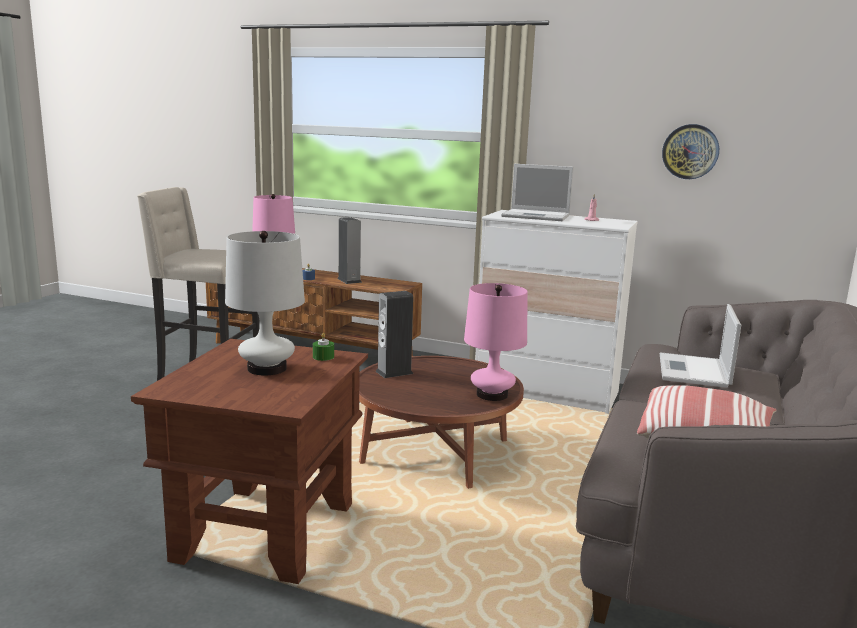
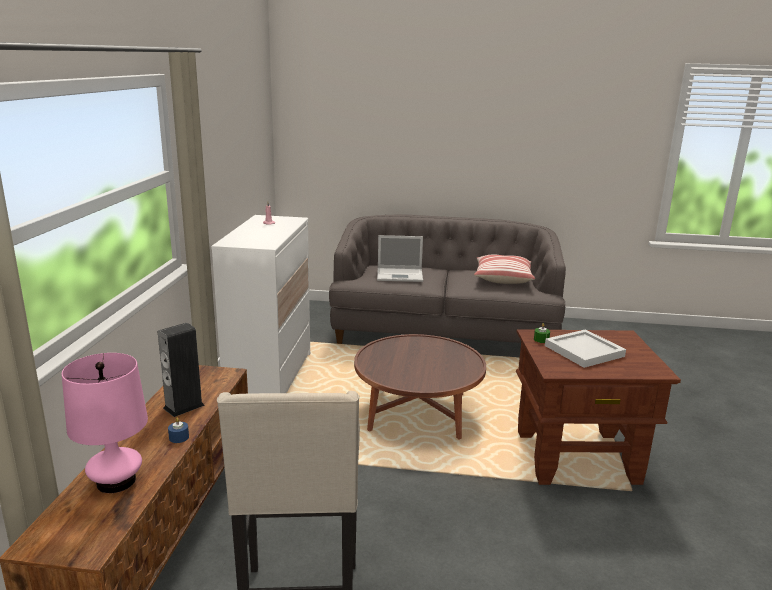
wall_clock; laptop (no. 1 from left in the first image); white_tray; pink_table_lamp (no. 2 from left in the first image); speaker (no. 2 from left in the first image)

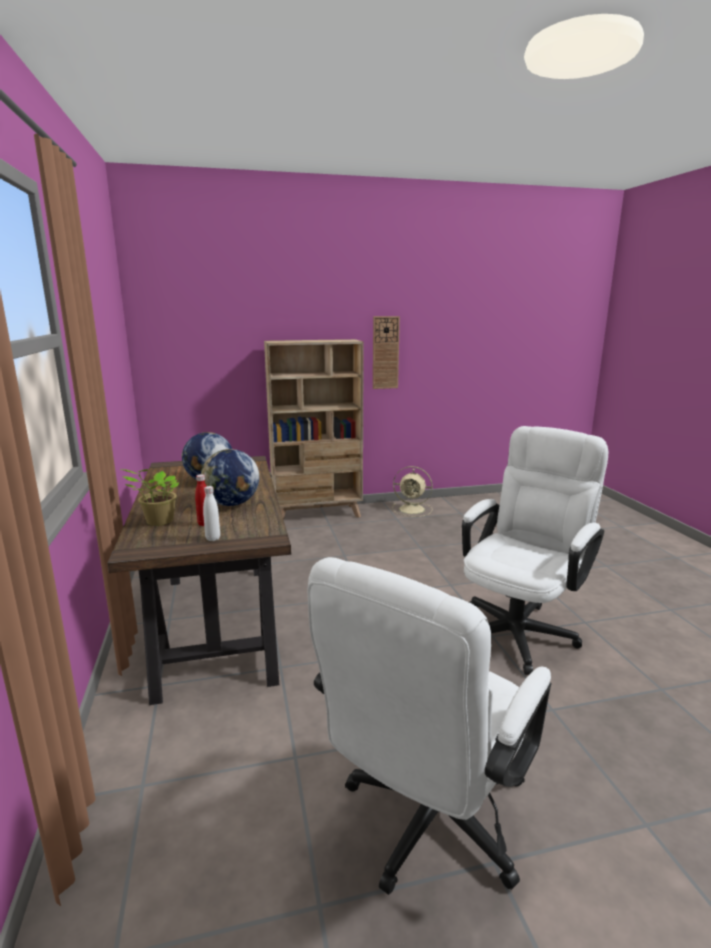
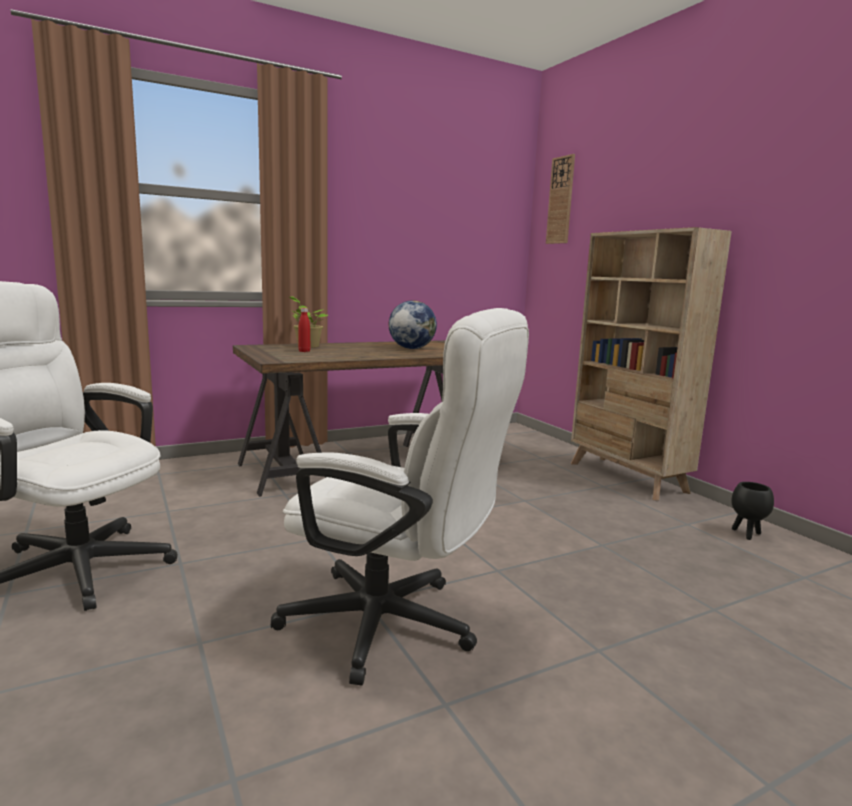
wall_clock; globe (no. 2 from left in the first image); black_planter; white_bottle

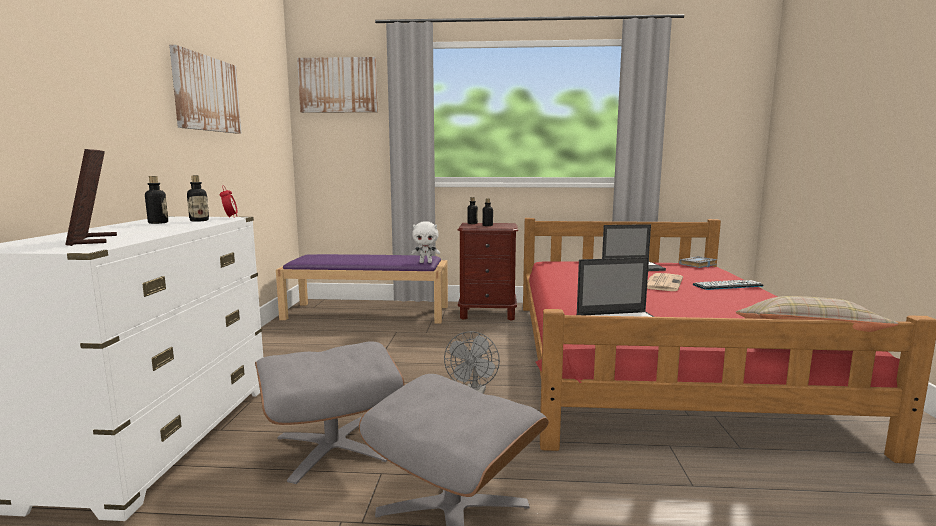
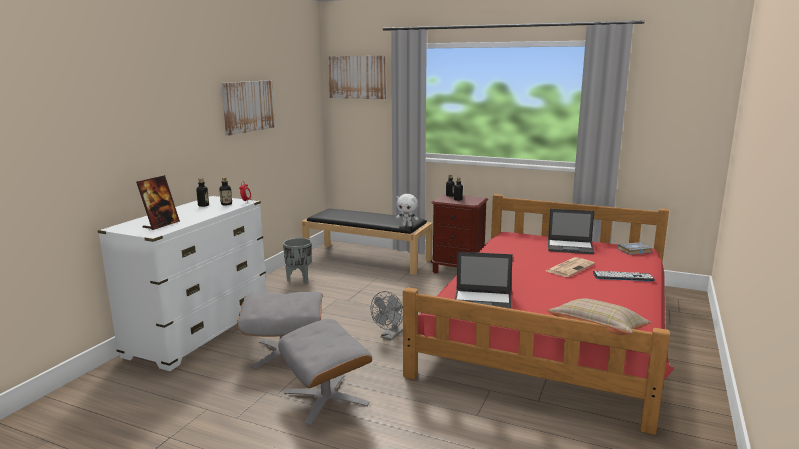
picture_frame; black_bench; grey_planter

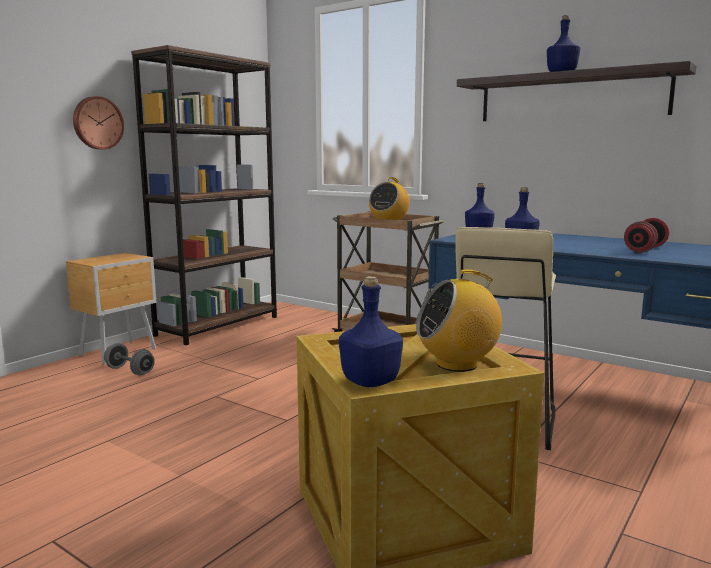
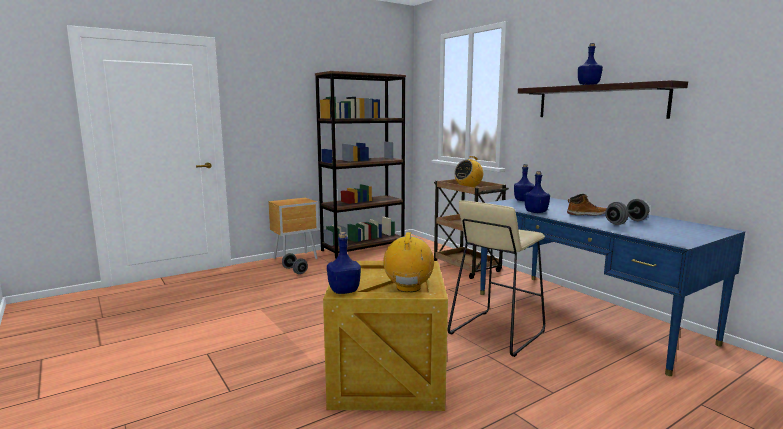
wall_clock; grey_dumbbell (no. 2 from left); radio (no. 1 from left); boot

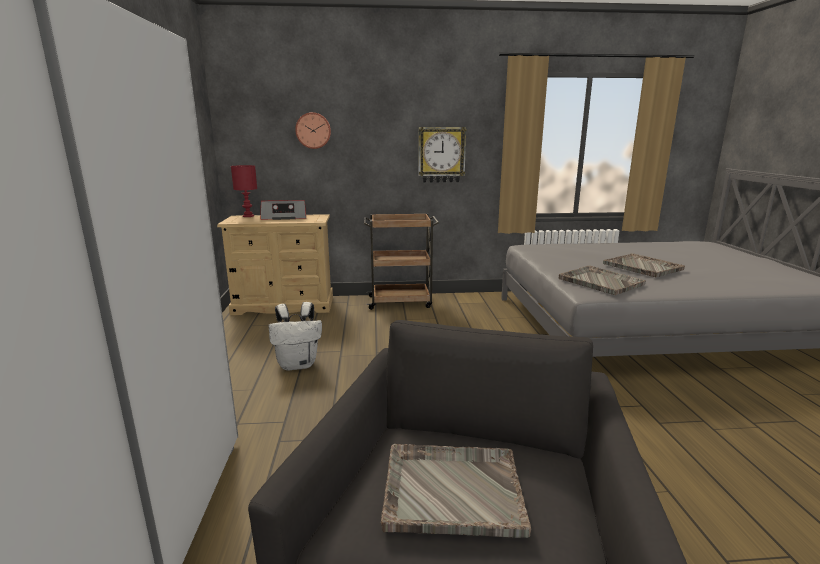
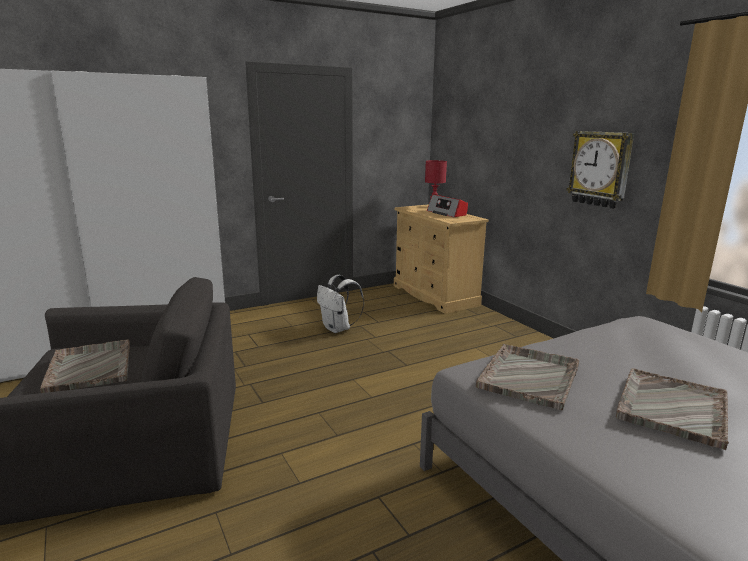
wall_clock (no. 1 from left in the first image); brown_cart

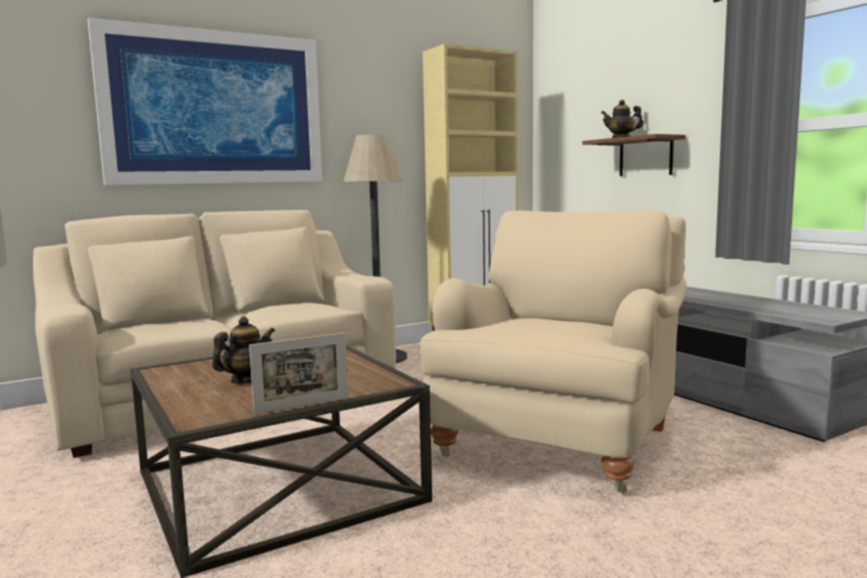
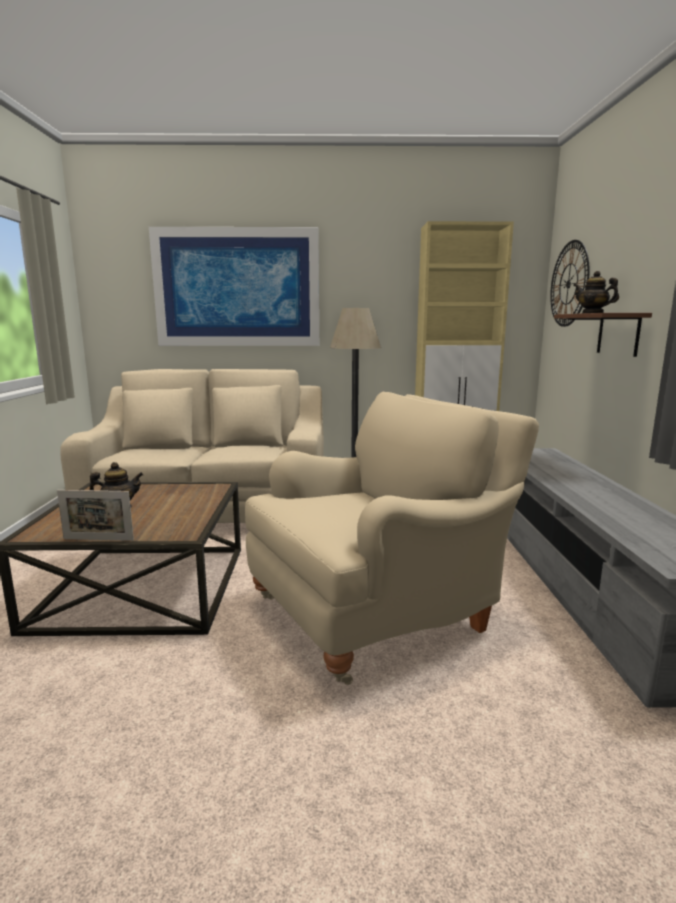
wall_clock

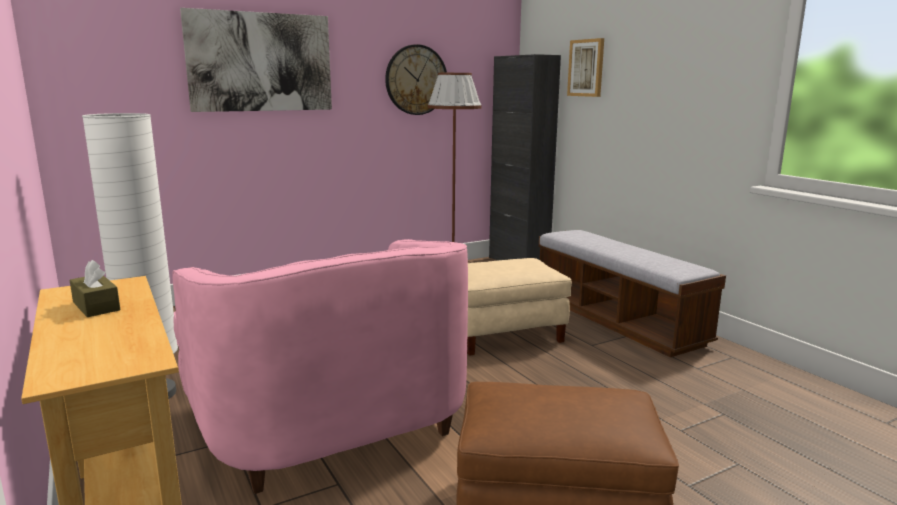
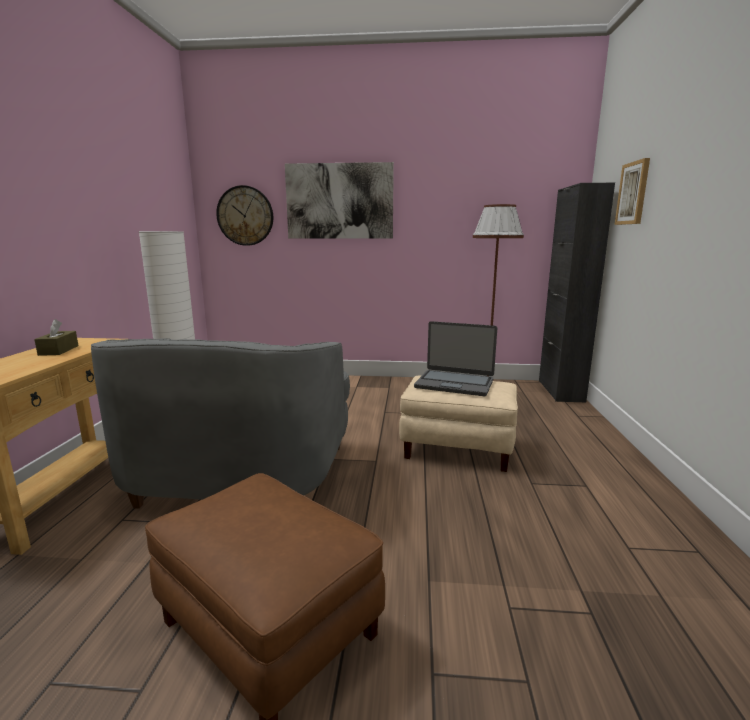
wall_clock; bench; grey_armchair; laptop

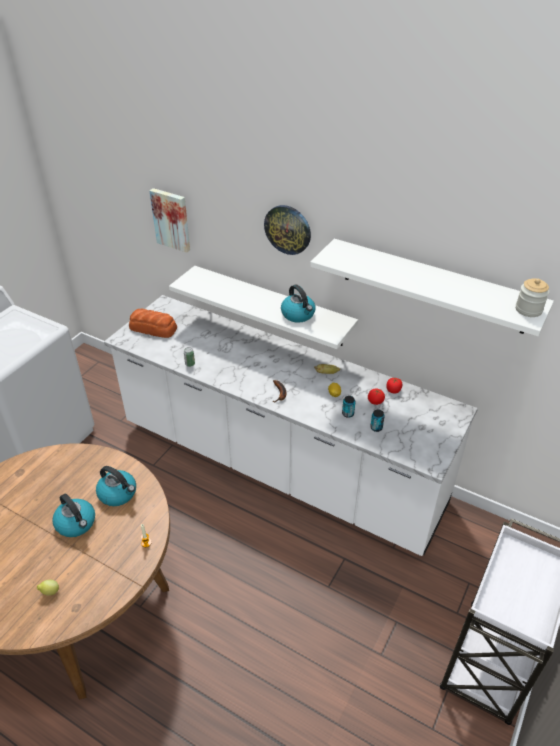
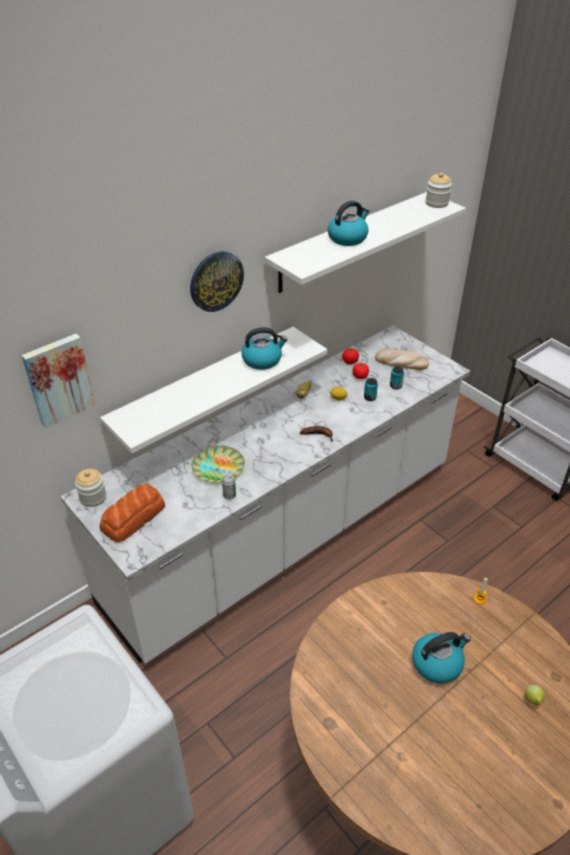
kettle (no. 2 from left); bread (no. 2 from left); plate; jar (no. 1 from left)

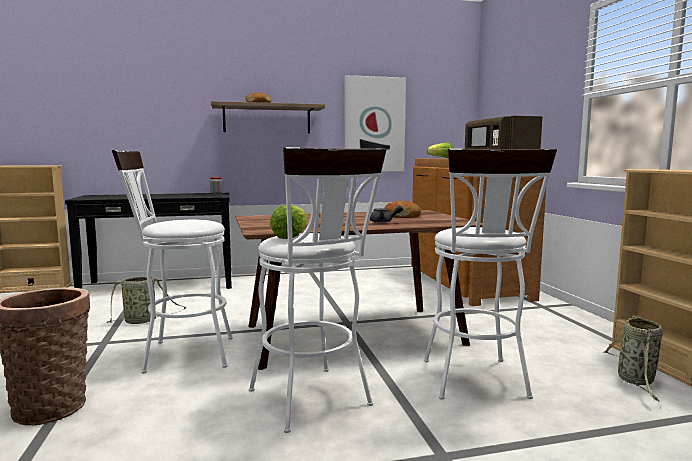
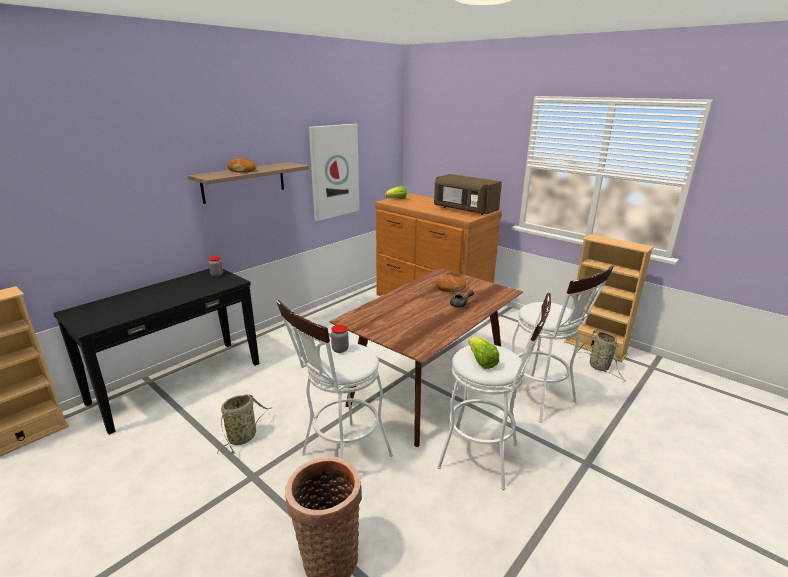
jar (no. 2 from left)

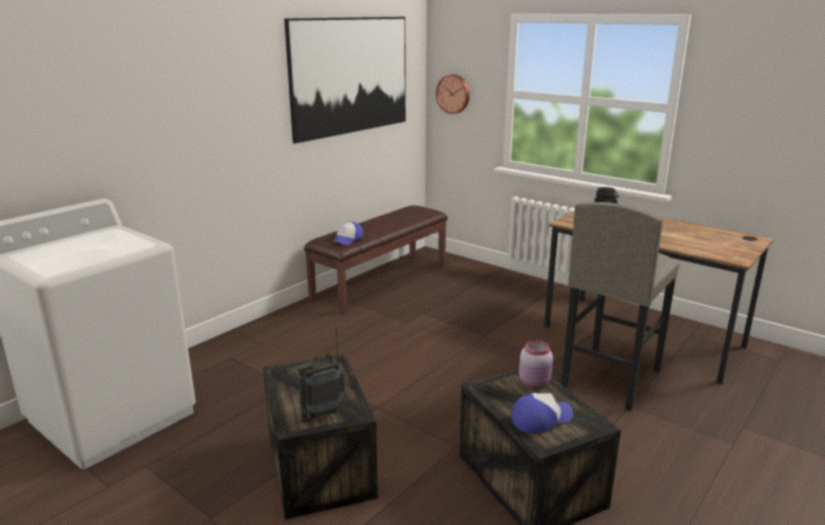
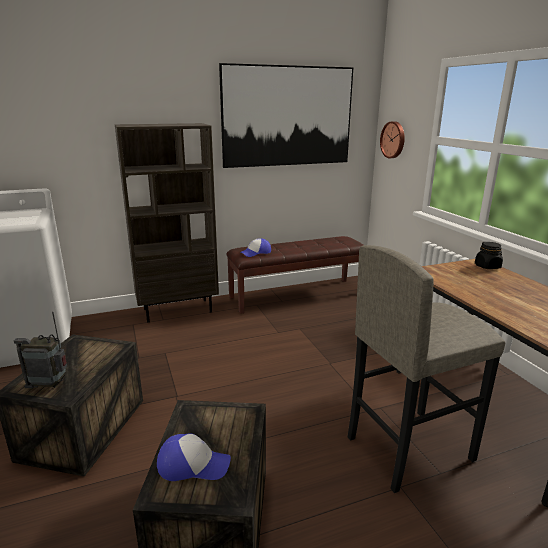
pink_jar; brown_bookcase

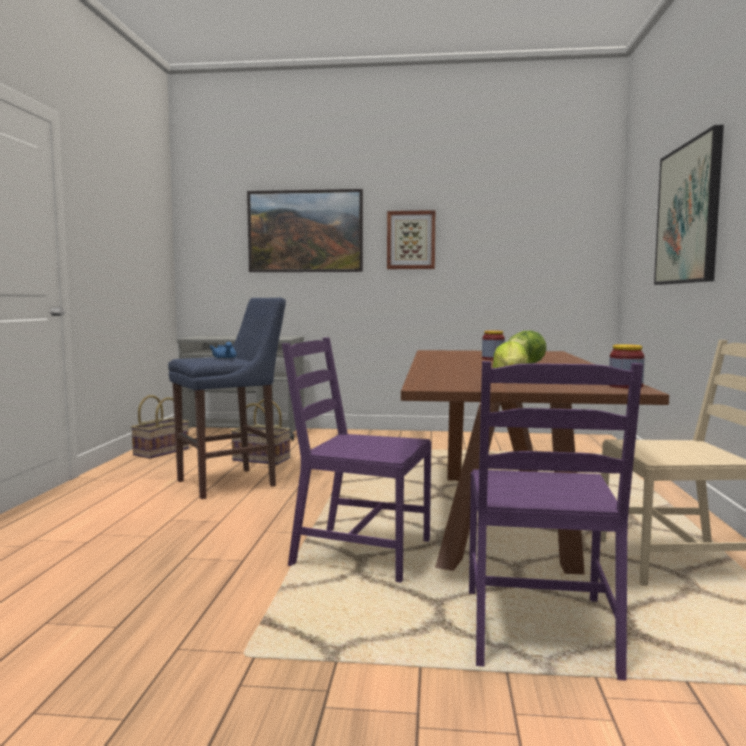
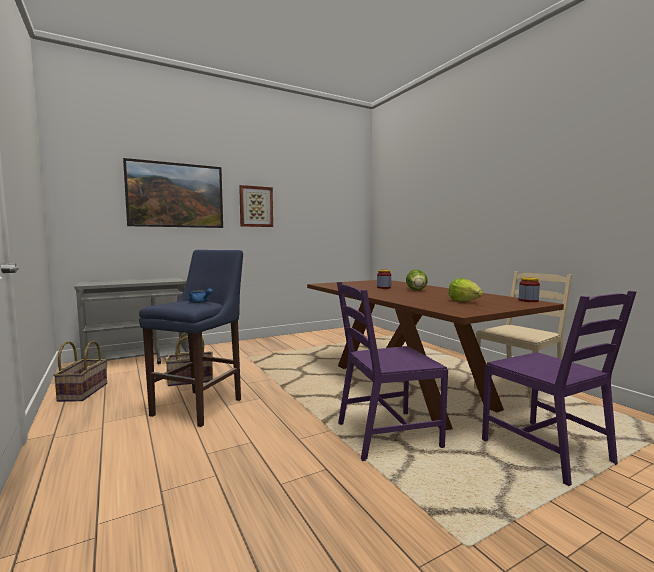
picture (no. 3 from left in the first image)

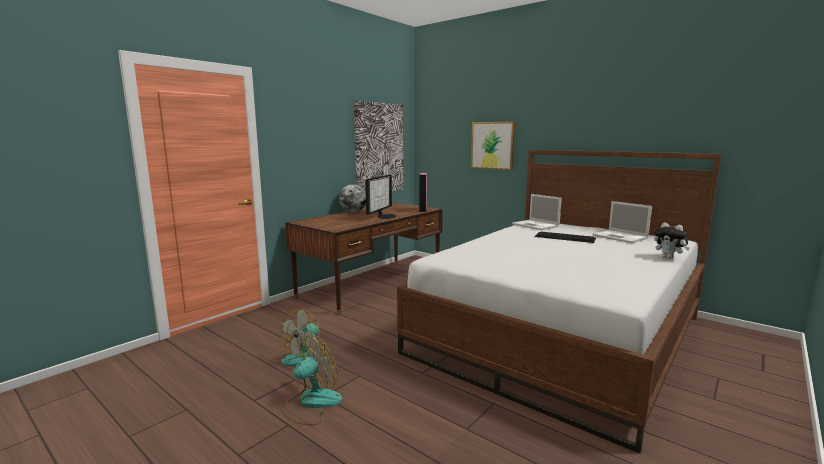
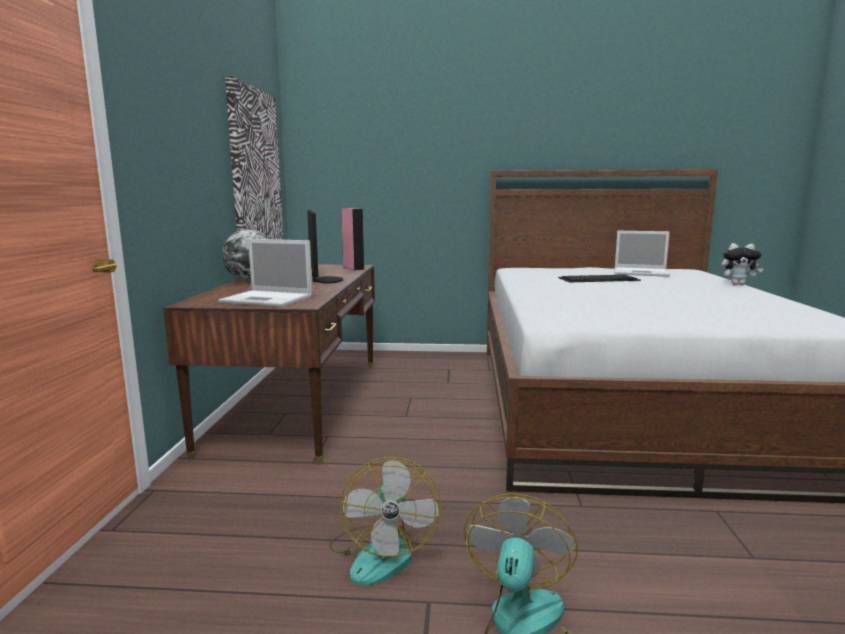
picture (no. 2 from left in the first image); laptop (no. 1 from left)

